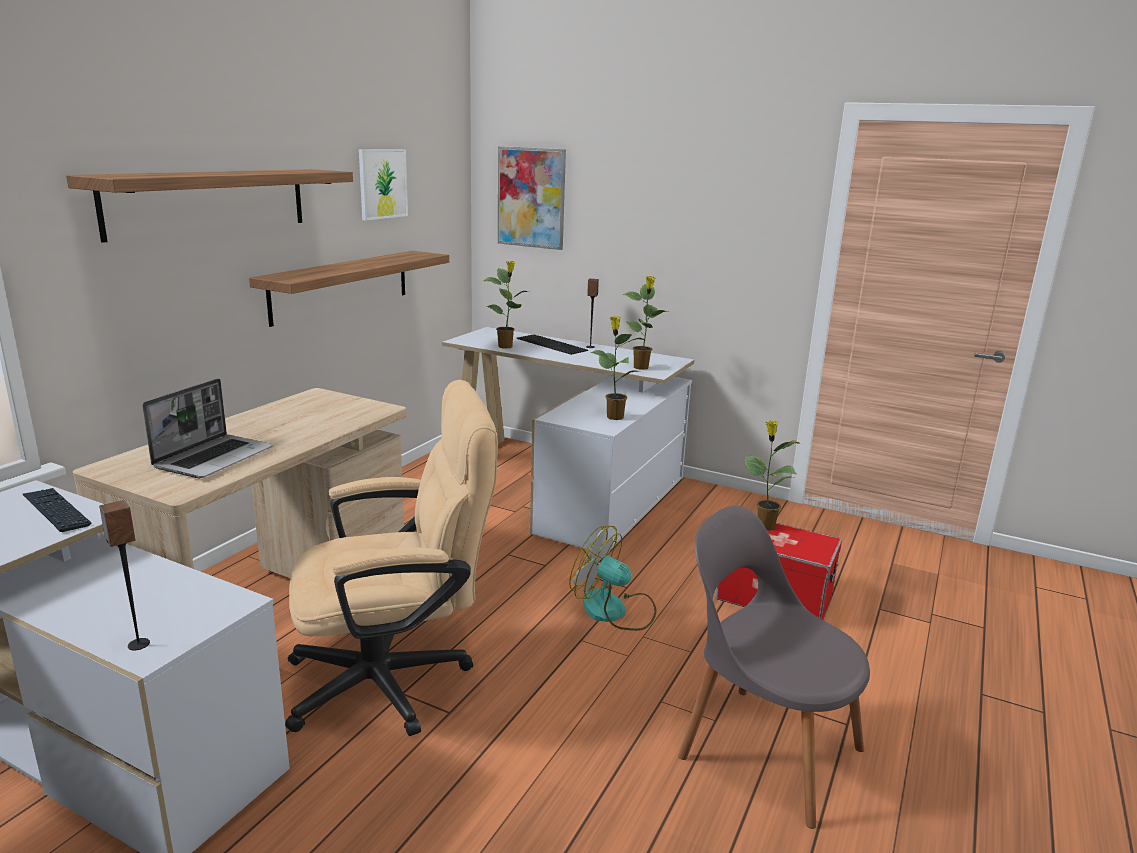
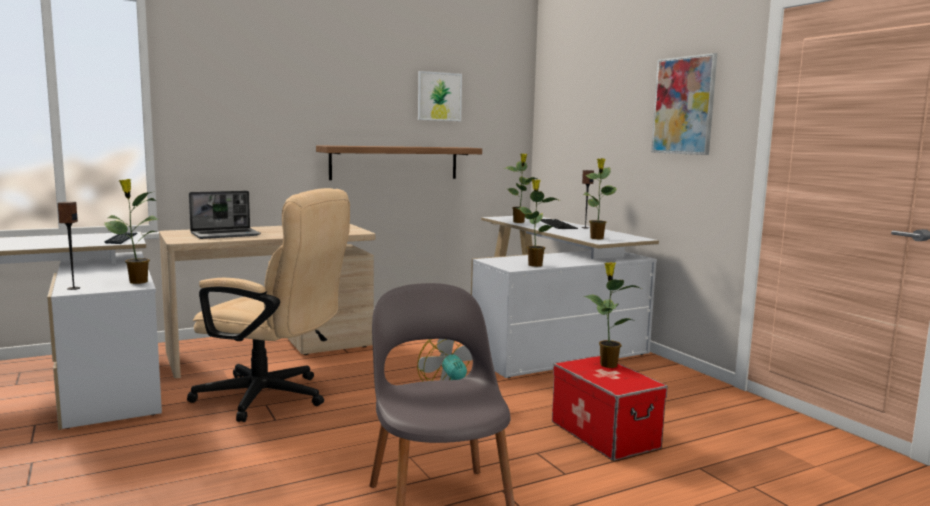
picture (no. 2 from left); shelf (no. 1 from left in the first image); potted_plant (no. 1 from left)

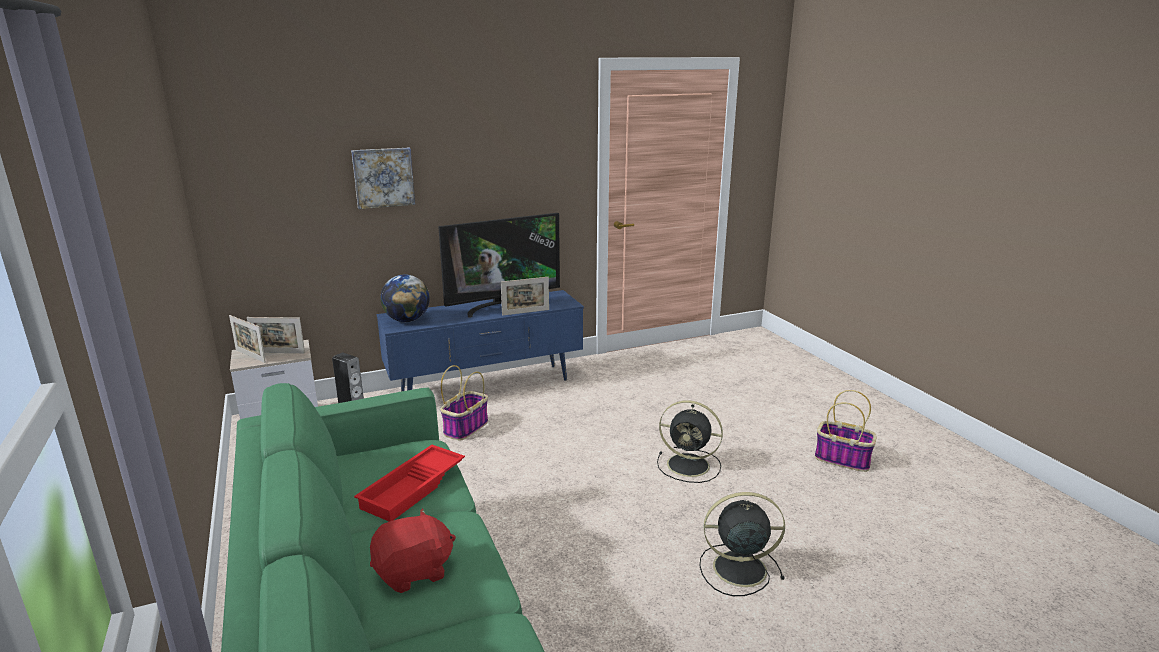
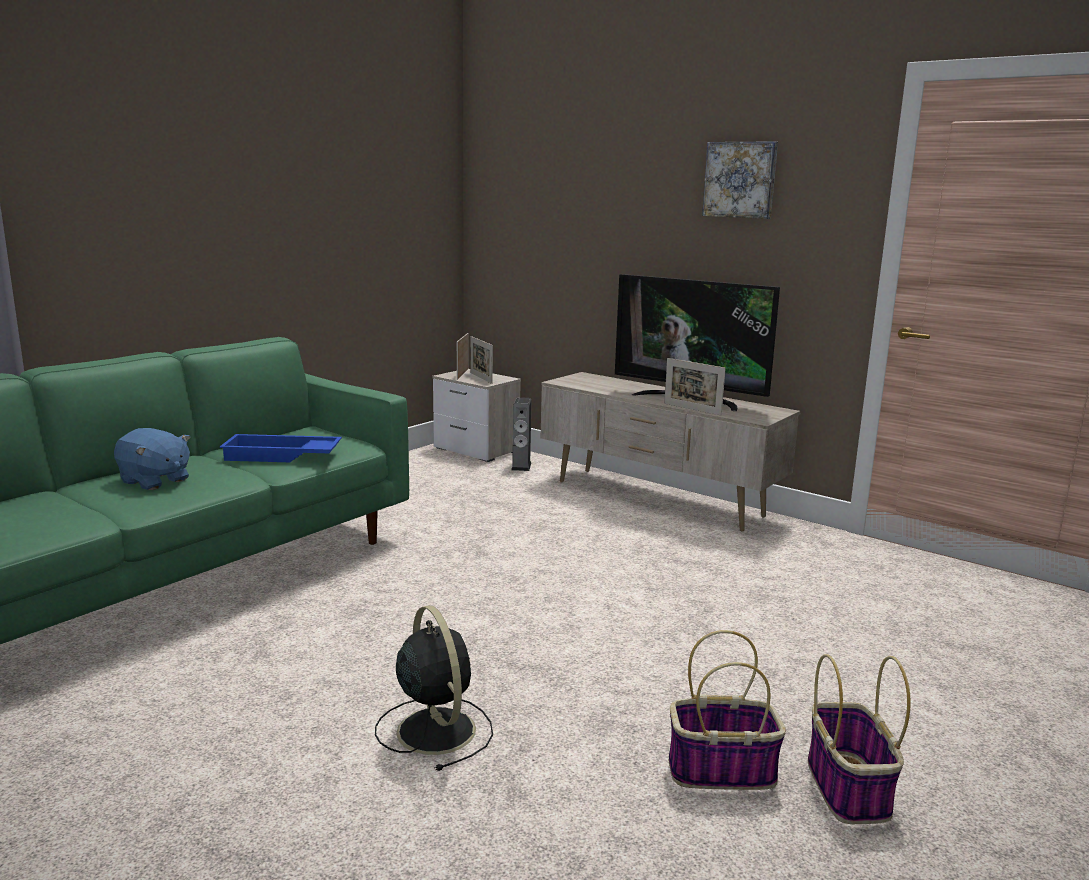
picture; globe; beige_tv_stand; basket (no. 1 from left); black_fan (no. 1 from left in the first image); blue_tray; blue_plush_toy

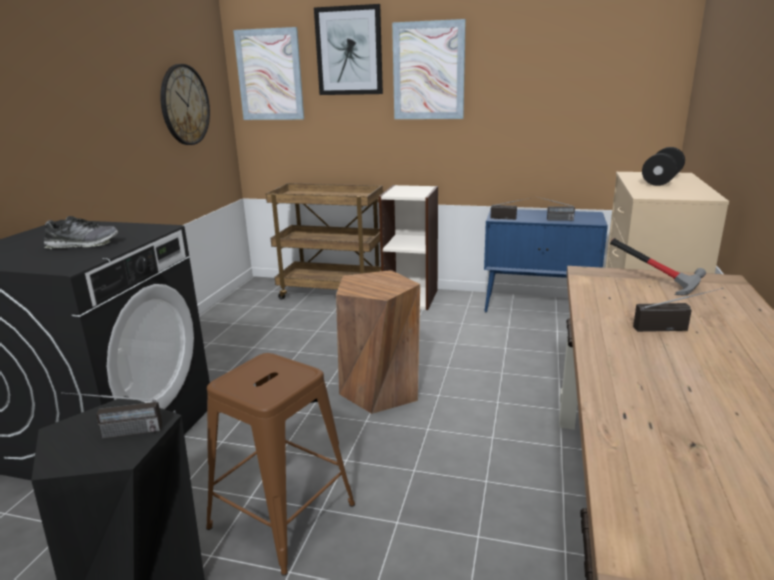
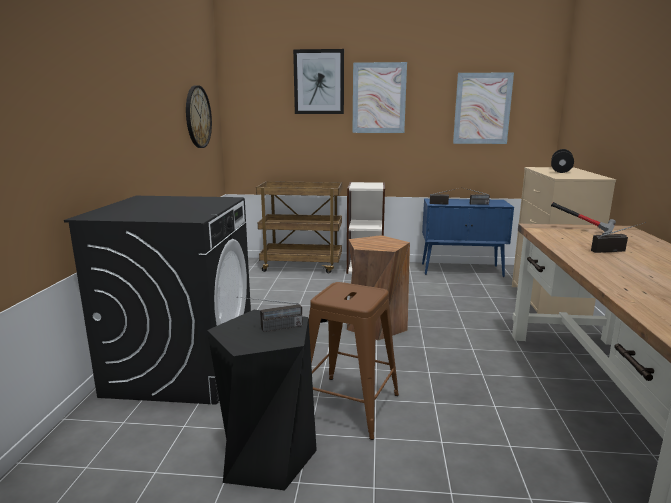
picture (no. 3 from left); shoe

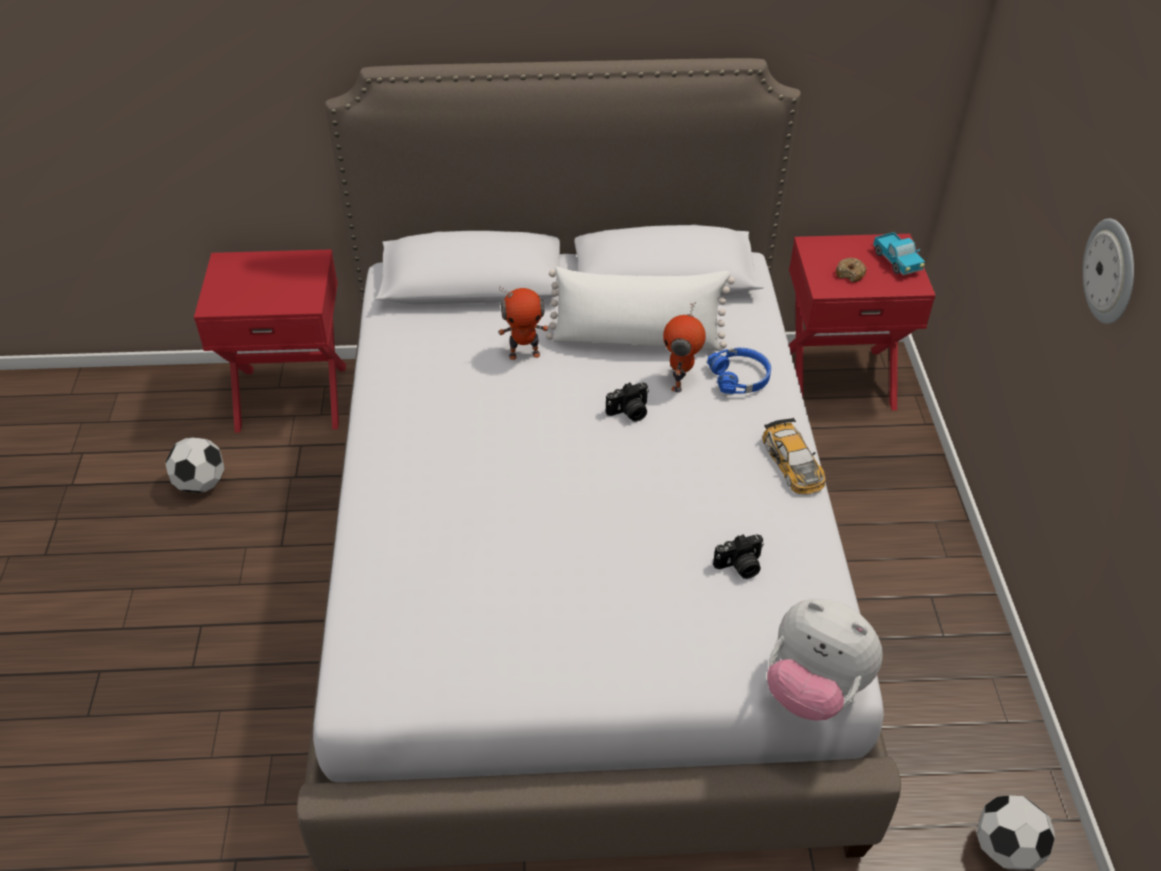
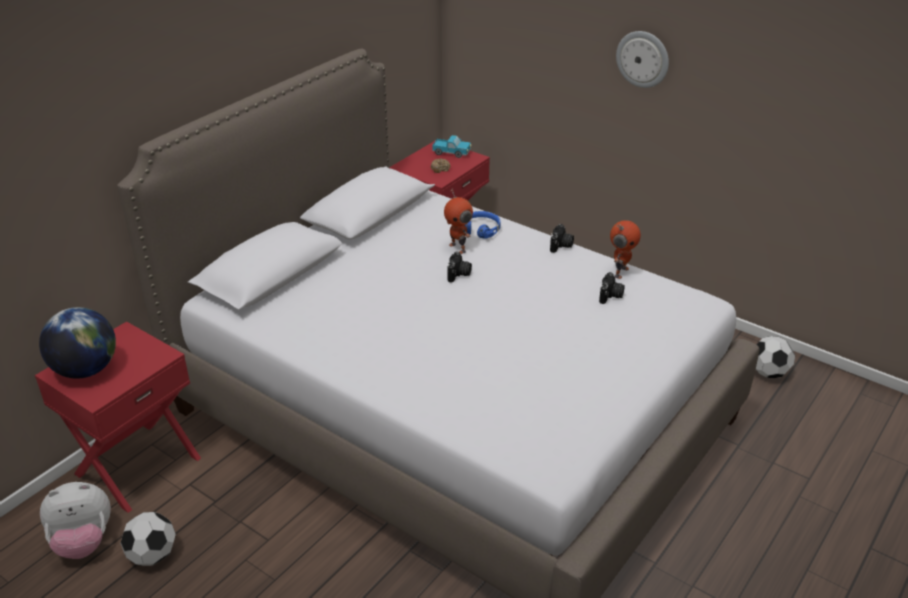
white_pillow; toy_robot (no. 2 from left); photo_camera (no. 2 from left); plush_toy; globe

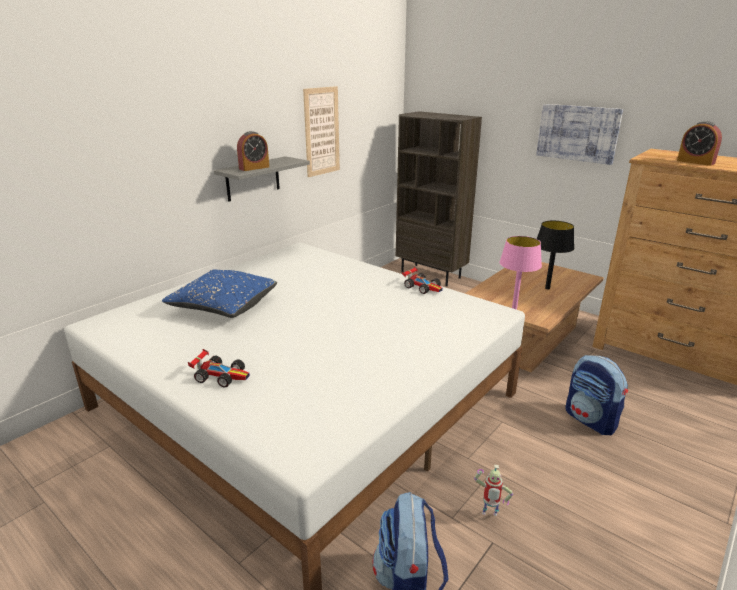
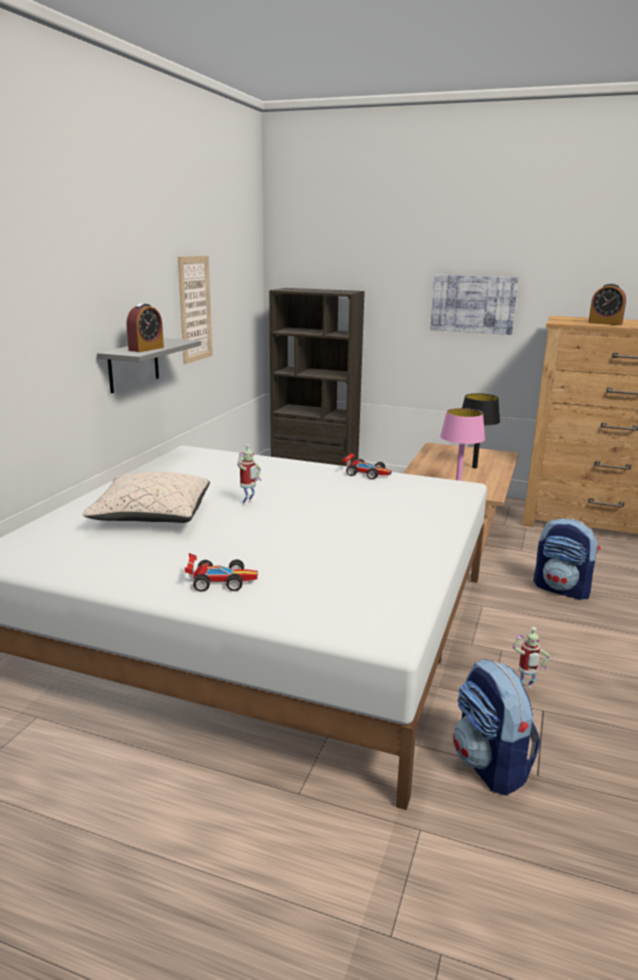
beige_pillow; toy_robot (no. 1 from left)

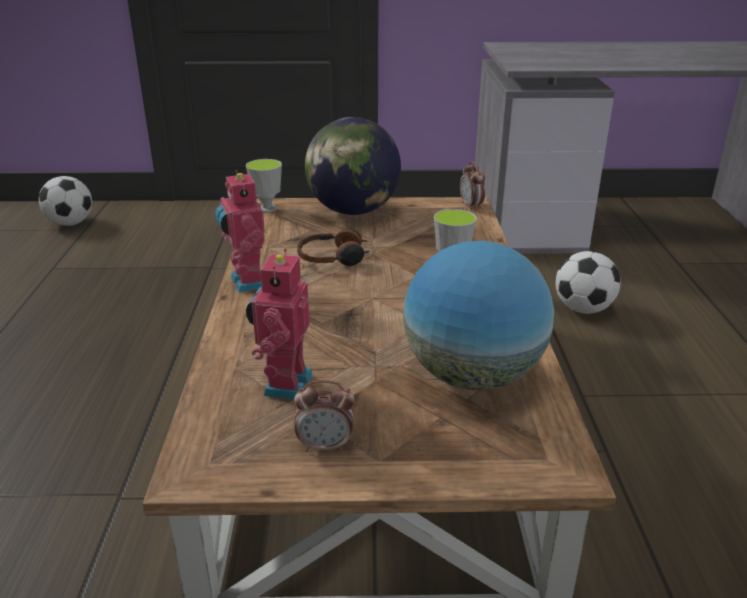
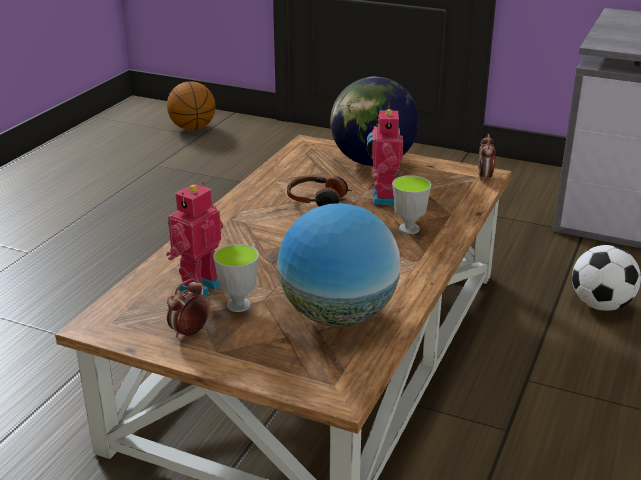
cup (no. 1 from left); toy_robot (no. 2 from left); basketball; alarm_clock (no. 1 from left)

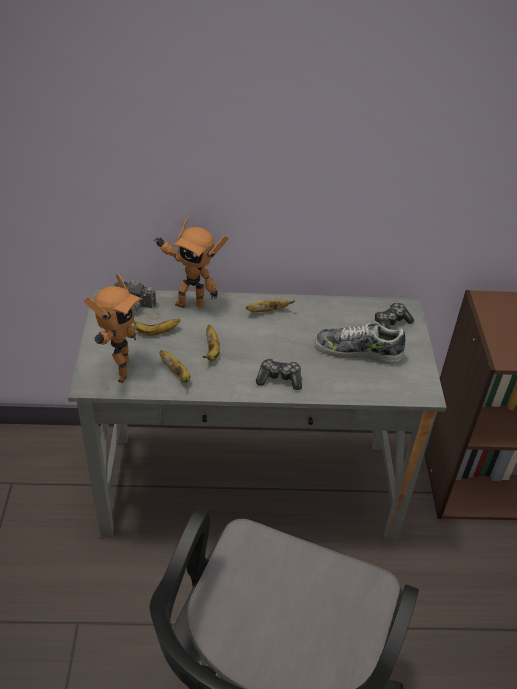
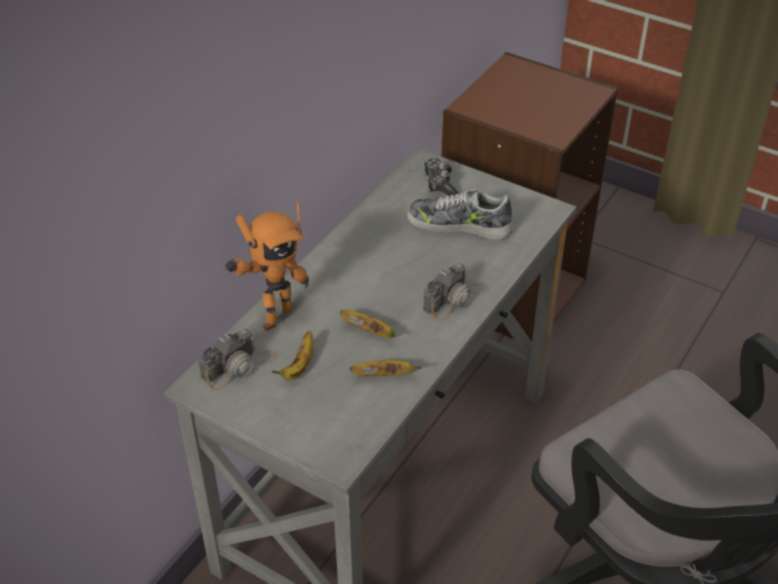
toy_robot (no. 1 from left in the first image); banana (no. 4 from left in the first image); shoe; photo_camera (no. 2 from left)

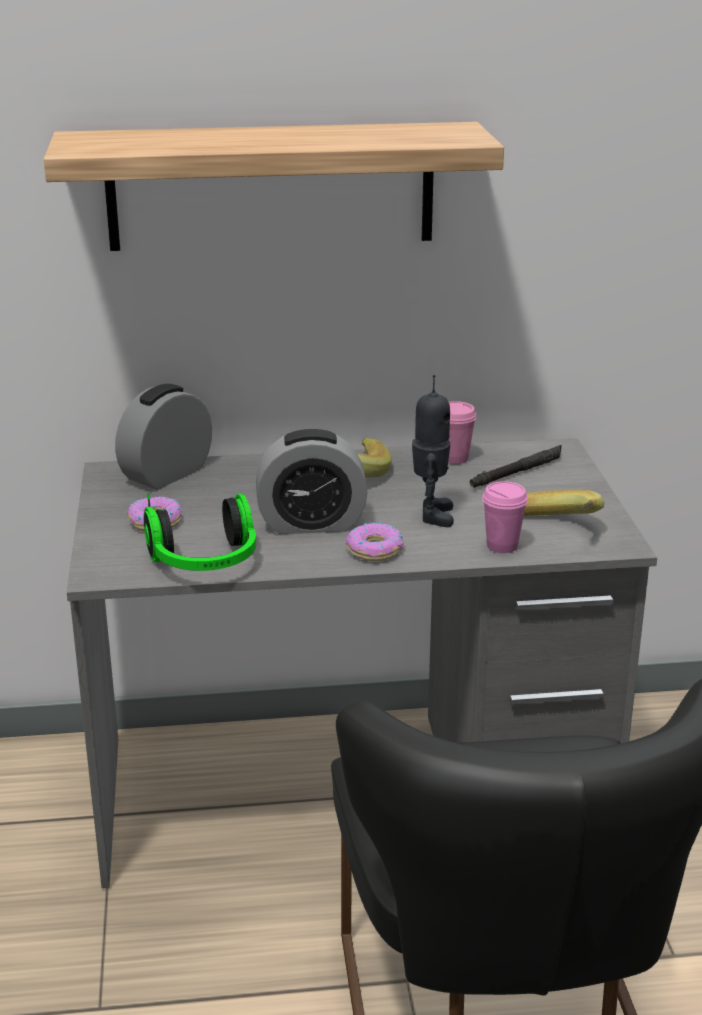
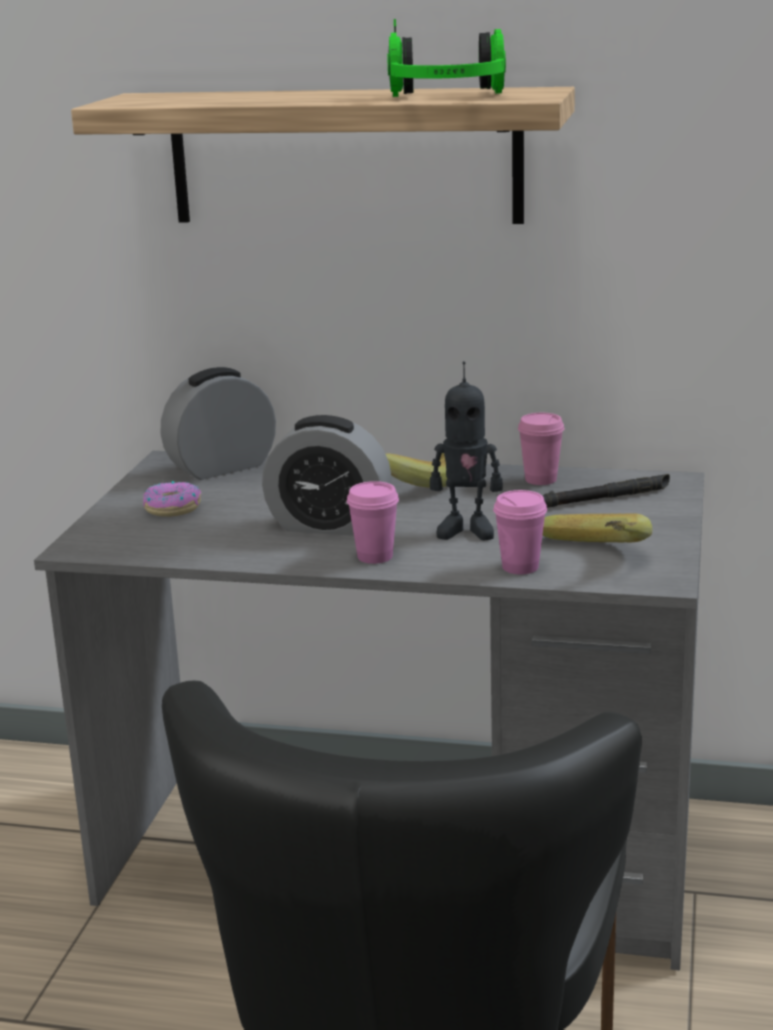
toy_robot; headphones; pink_cup (no. 1 from left)

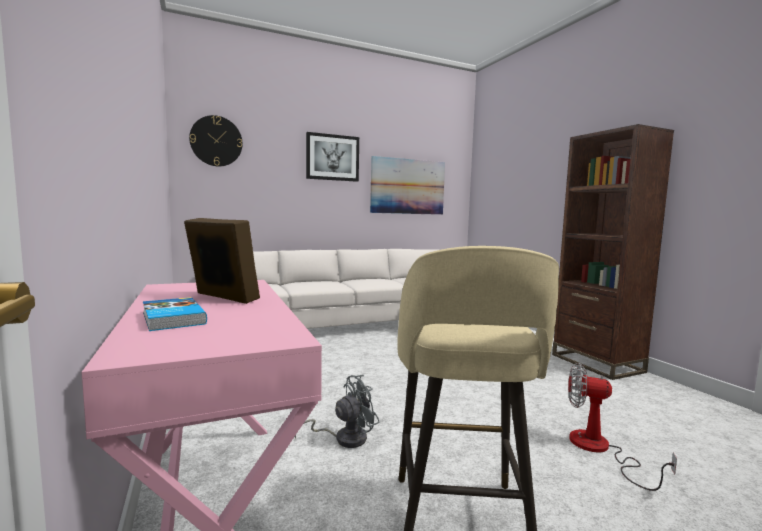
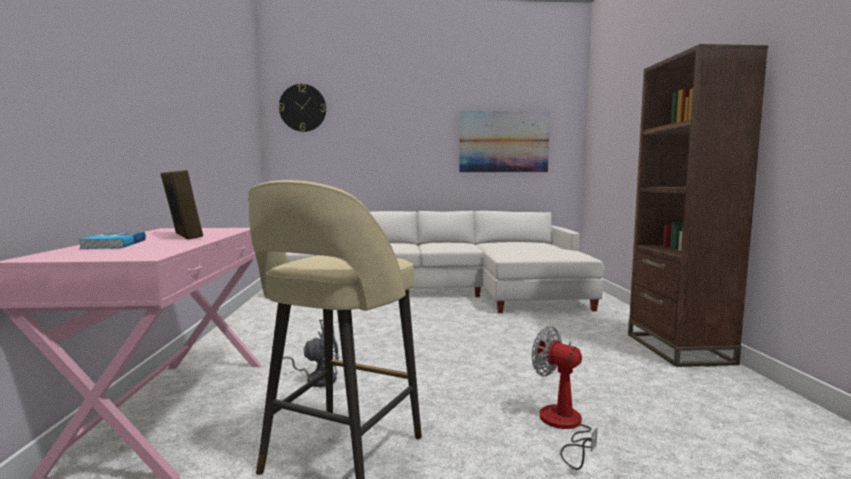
picture (no. 1 from left in the first image)

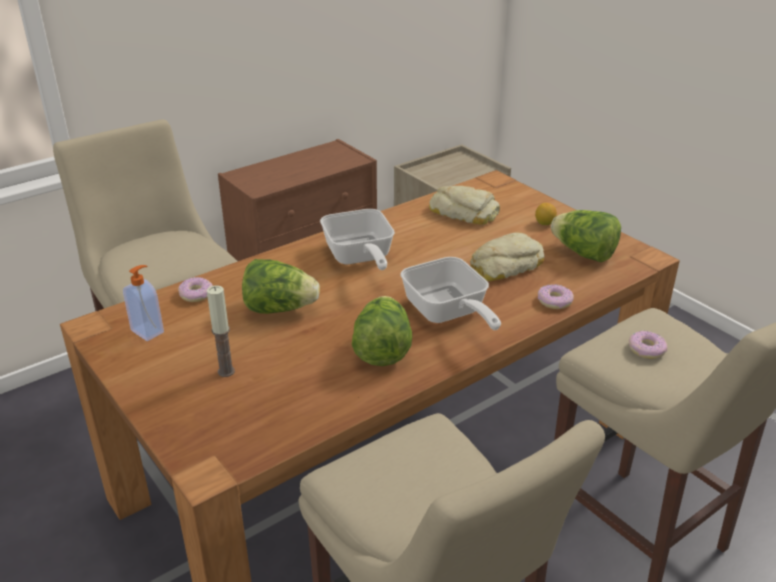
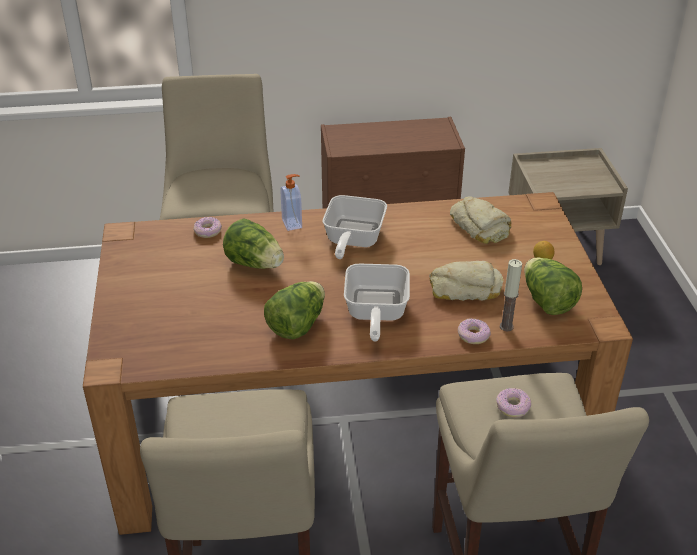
soap_dispenser; candle

